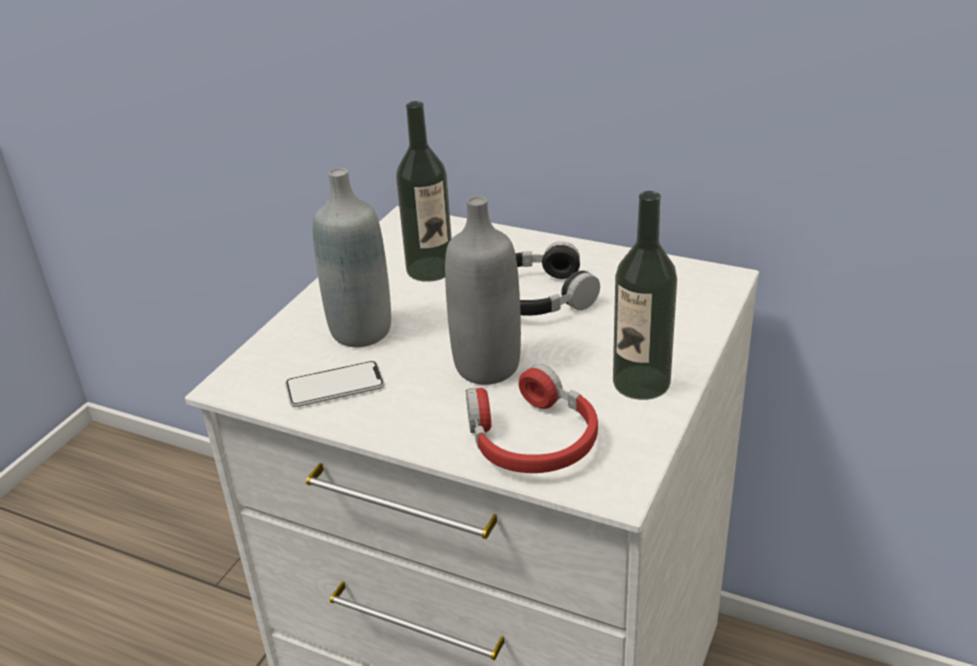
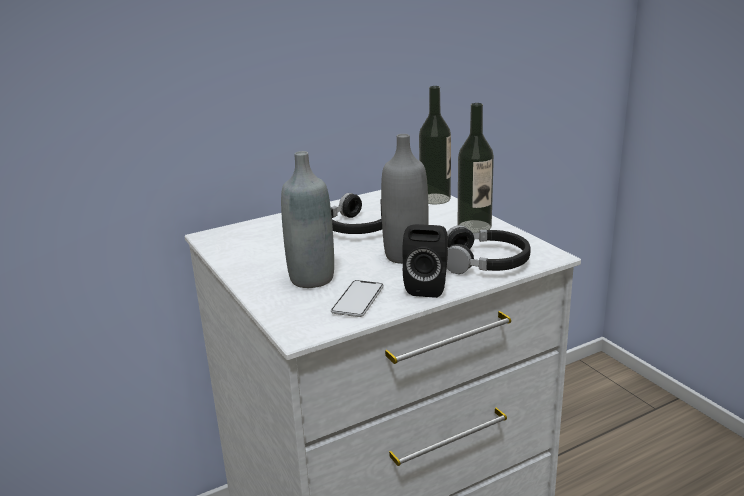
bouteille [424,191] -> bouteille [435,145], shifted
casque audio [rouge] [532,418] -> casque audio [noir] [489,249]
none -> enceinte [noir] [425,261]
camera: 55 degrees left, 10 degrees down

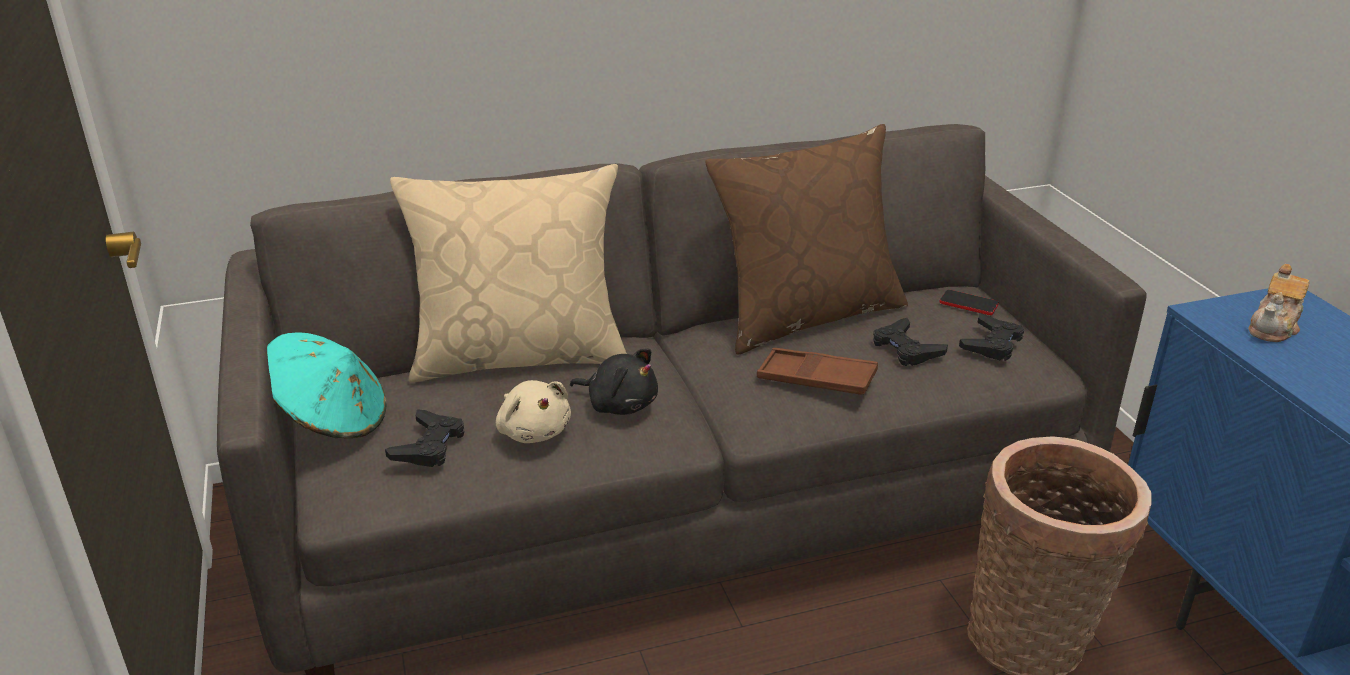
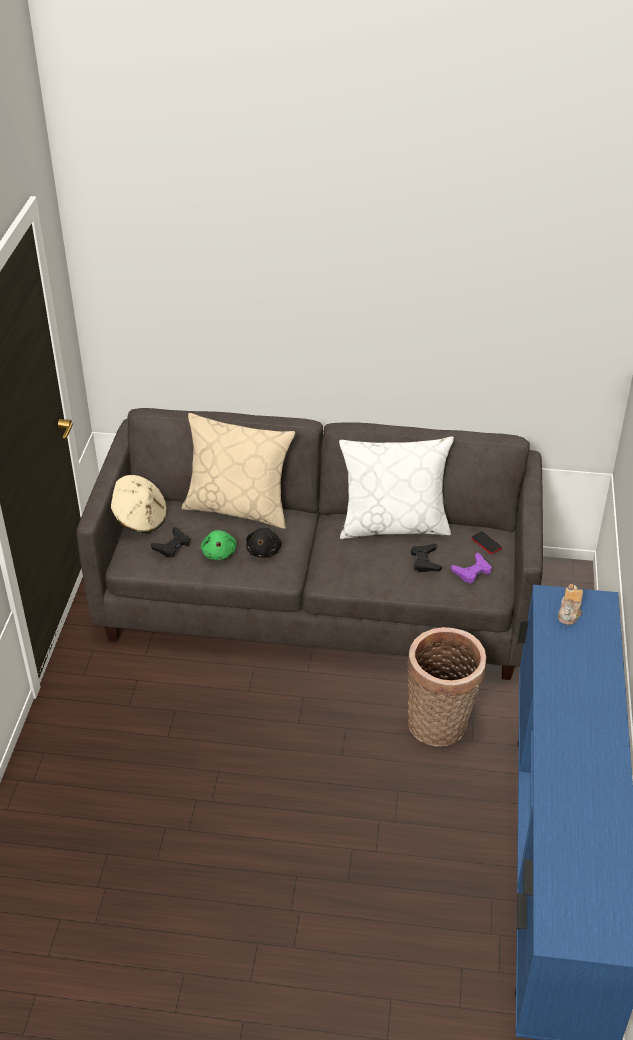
chapeau [turquoise] [327,385] -> chapeau [beige] [139,504]
peluche [beige] [533,411] -> peluche [vert] [218,545]
peluche [noir] [614,381] -> peluche [noir] [264,543], 45 degrees clockwise
coussin [marron] [806,239] -> coussin [blanc] [396,488]
plateau [marron] [817,371] -> none
manette [noir] [991,337] -> manette [violet] [471,568]
théière [1279,303] -> théière [570,604], 45 degrees counterclockwise
camera: 25 degrees right, 10 degrees up

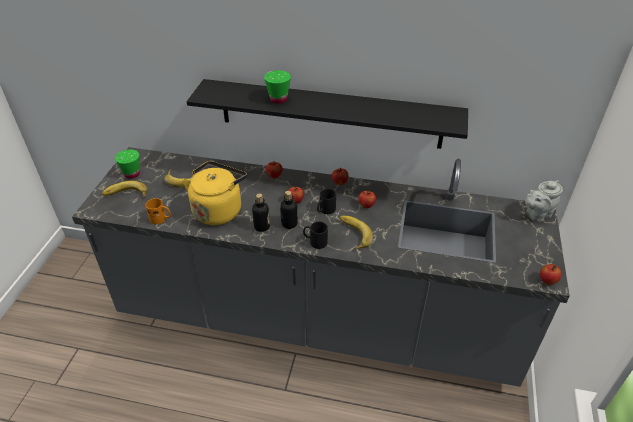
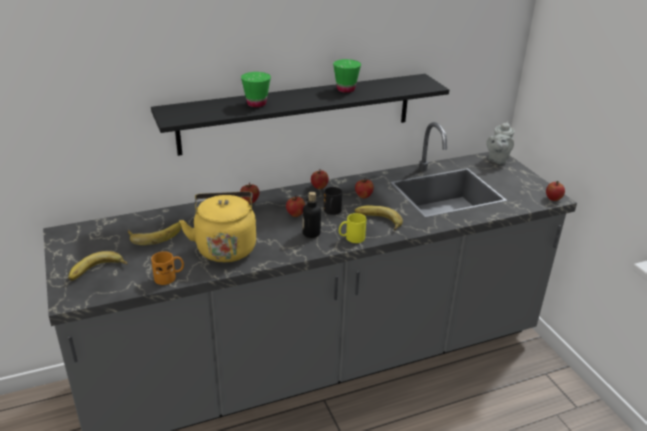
tasse [vert] [127,164] -> tasse [vert] [347,76], shifted
bouteille [261,212] -> none
mug [noir] [315,235] -> mug [jaune] [352,228]
camera: 35 degrees left, 10 degrees down

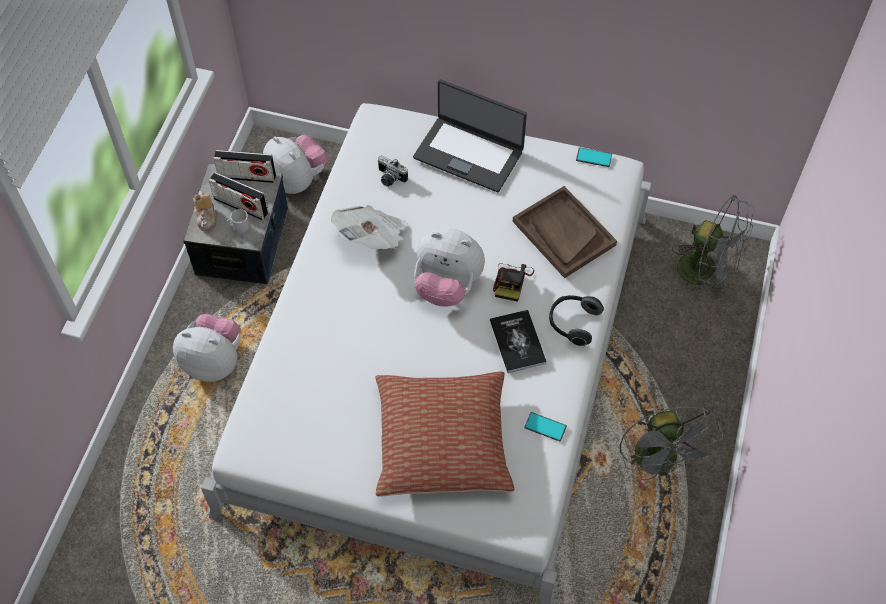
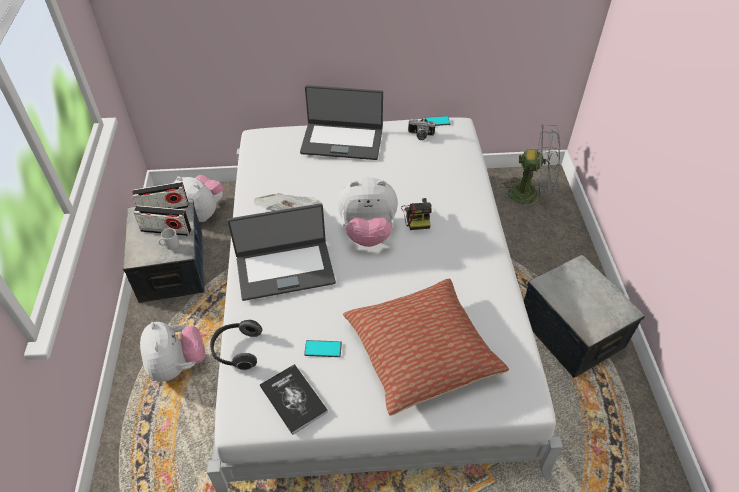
peluche [207,347] -> peluche [172,351], 75 degrees clockwise
théière [205,211] -> none
appareil photo [393,170] -> appareil photo [421,128], shifted
livre [518,341] -> livre [294,399], shifted
plateau [marron] [565,232] -> none
téléphone [545,427] -> téléphone [323,348], shifted
casque audio [576,320] -> casque audio [236,345], shifted
ventilateur [gris] [672,443] -> boîte de rangement [584,316]
none -> ordinateur portable [282,252]
camera: 20 degrees left, 10 degrees down

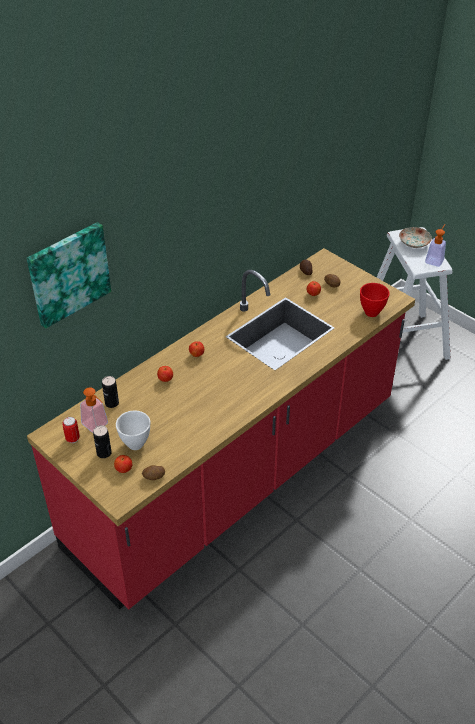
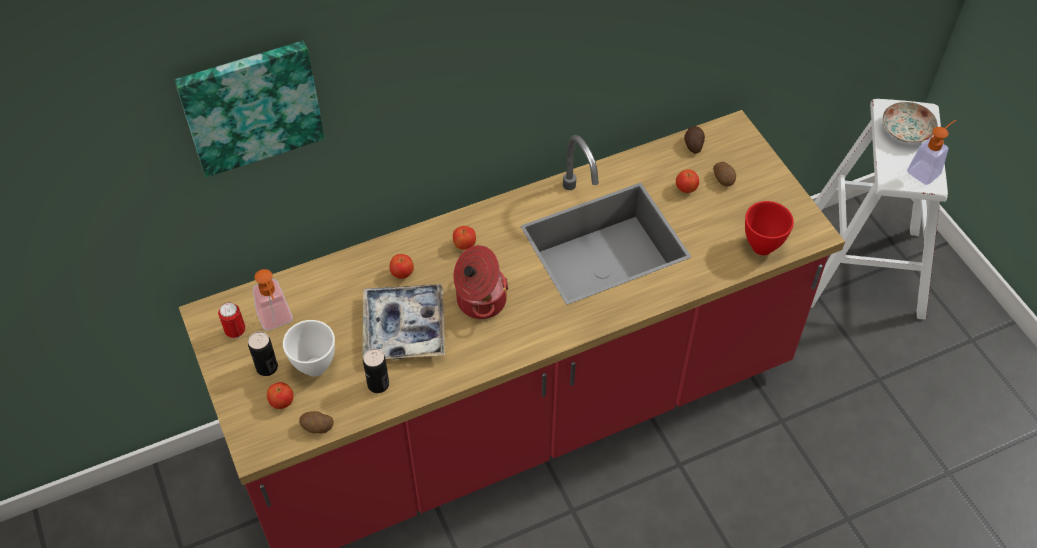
boîte métallique [110,392] -> boîte métallique [376,371], shifted
none -> plateau [404,322]
none -> marmite [481,282]
camera: 20 degrees right, 10 degrees up

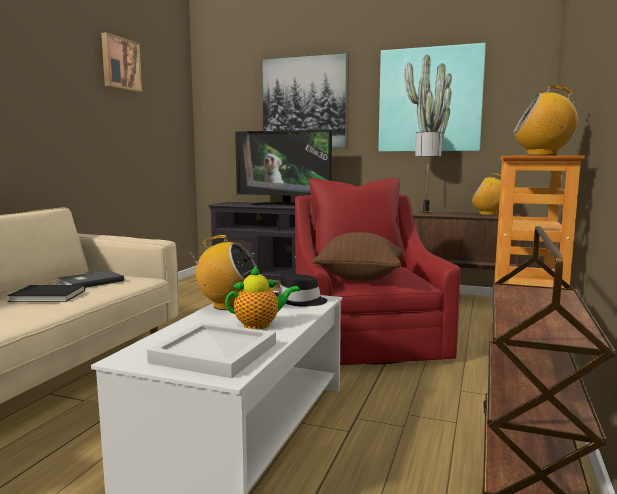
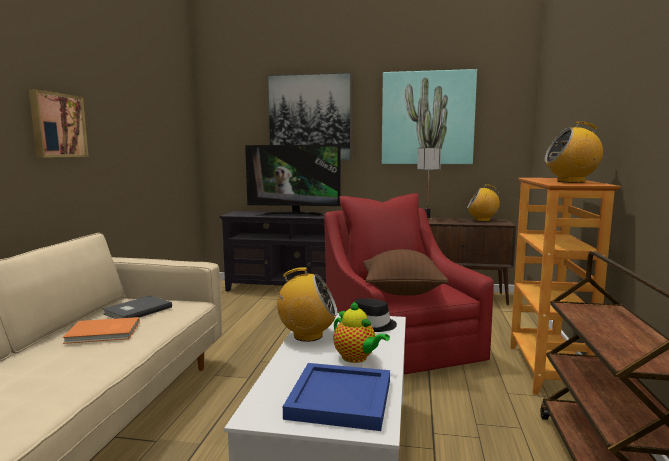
livre [noir] [46,293] -> livre [orange] [101,330]
tableau [121,62] -> tableau [59,123], shifted
plateau [blanc] [211,350] -> plateau [bleu] [336,397]
théière [262,297] -> théière [362,332], 75 degrees clockwise
camera: 10 degrees left, 0 degrees up

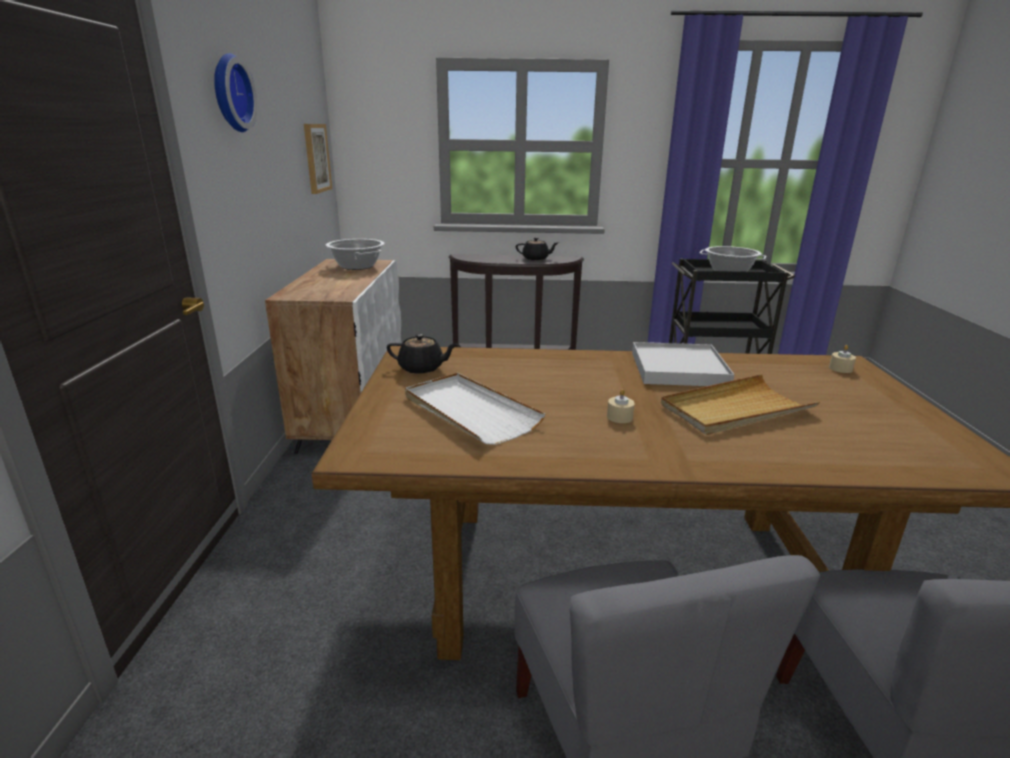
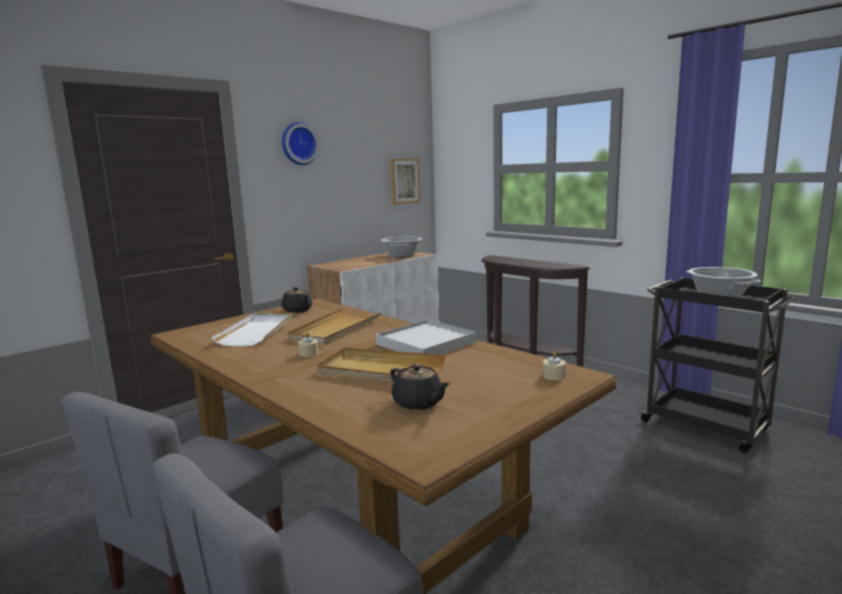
théière [noir] [537,249] -> théière [noir] [420,387], shifted
none -> plateau [beige] [334,326]
camera: 45 degrees right, 10 degrees down

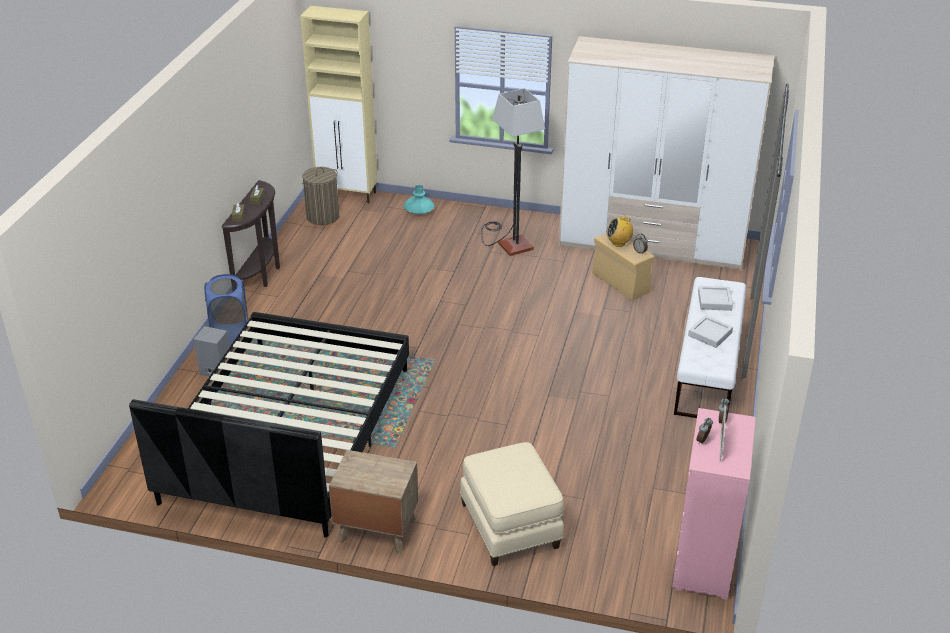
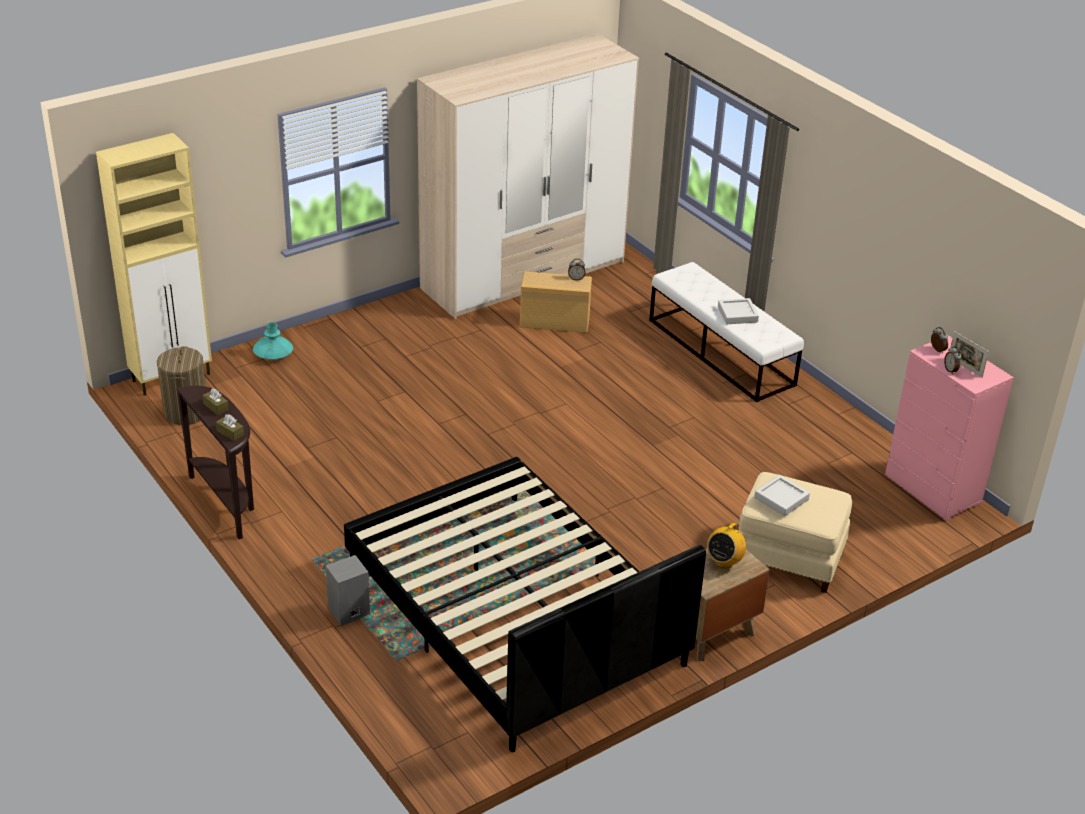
panier à linge [bleu] [226,310] -> none
lampadaire [513,172] -> none
radio [619,231] -> radio [726,543], shifted
plateau [gris] [715,298] -> plateau [gris] [782,495], shifted
camera: 50 degrees left, 0 degrees up

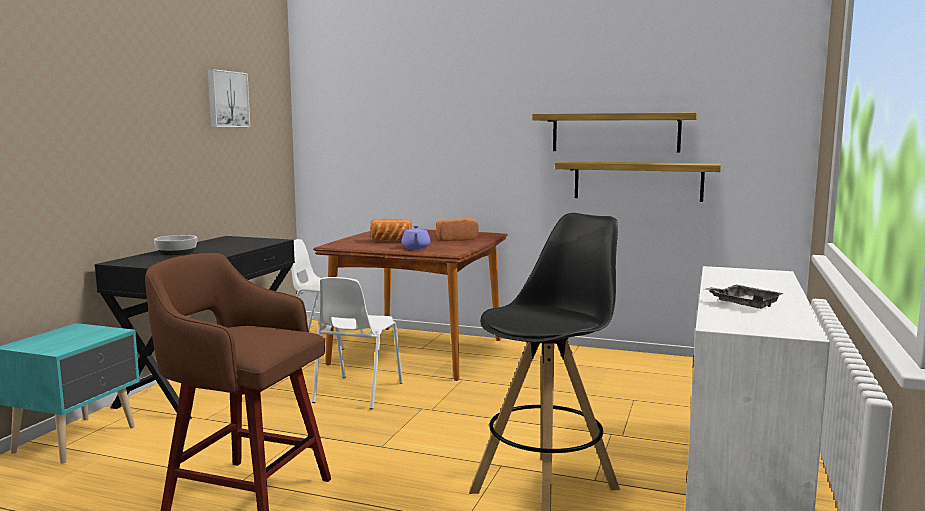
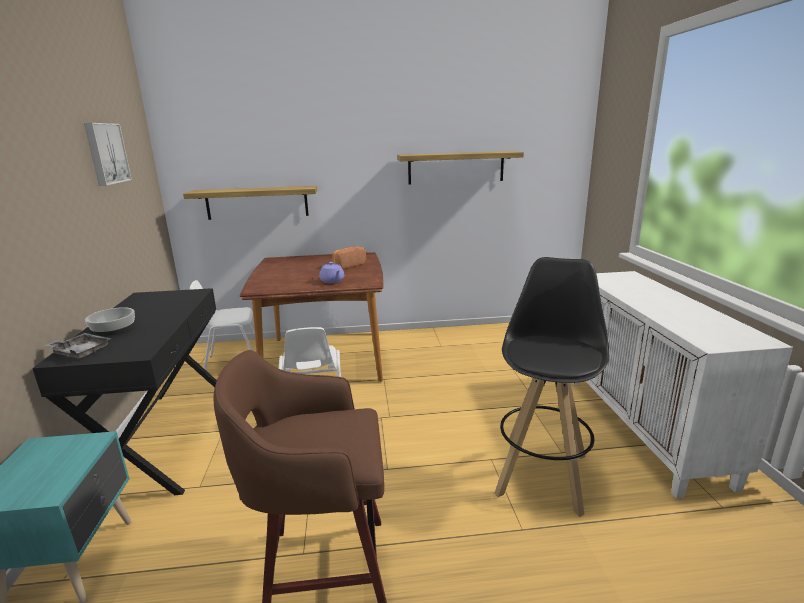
pain [391,230] -> none
étagère [638,181] -> étagère [250,203], shifted
plateau [gris] [744,296] -> plateau [gris] [78,346], shifted
camera: 25 degrees left, 10 degrees up

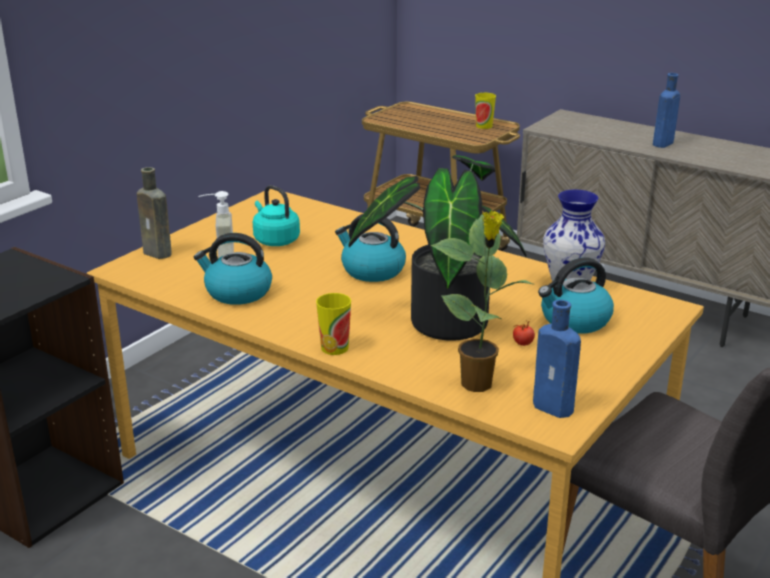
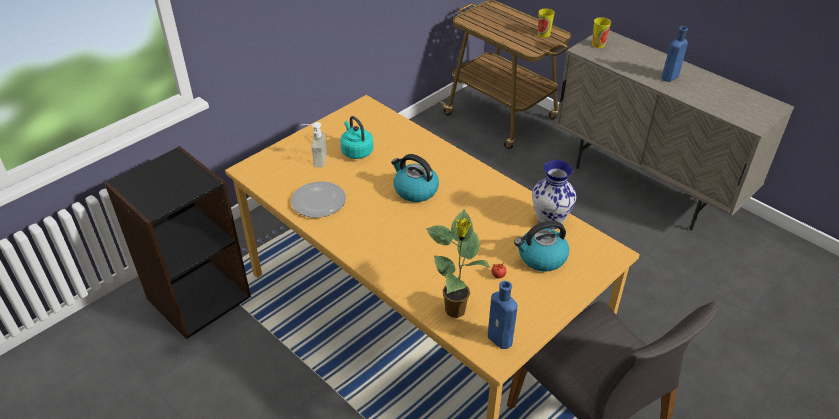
bouteille [marron] [154,213] -> none
bouilloire [233,269] -> assiette [318,199]
tasse [333,324] -> tasse [601,32], shifted
plante en pot [438,248] -> none
camera: 10 degrees right, 15 degrees up

